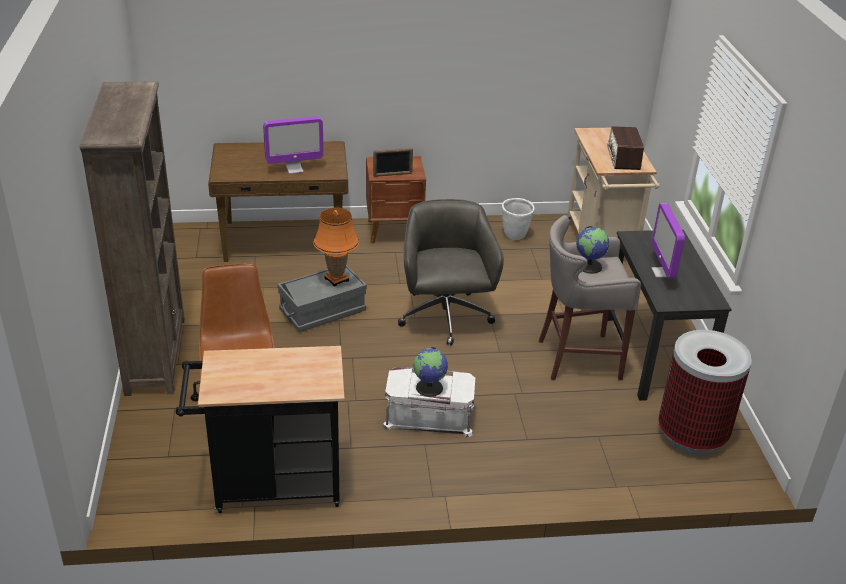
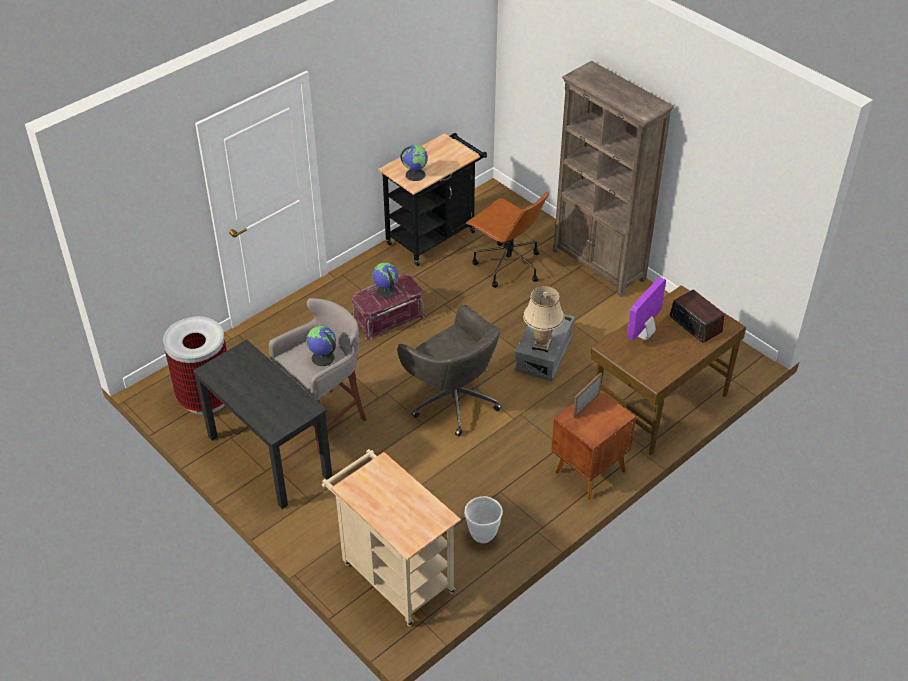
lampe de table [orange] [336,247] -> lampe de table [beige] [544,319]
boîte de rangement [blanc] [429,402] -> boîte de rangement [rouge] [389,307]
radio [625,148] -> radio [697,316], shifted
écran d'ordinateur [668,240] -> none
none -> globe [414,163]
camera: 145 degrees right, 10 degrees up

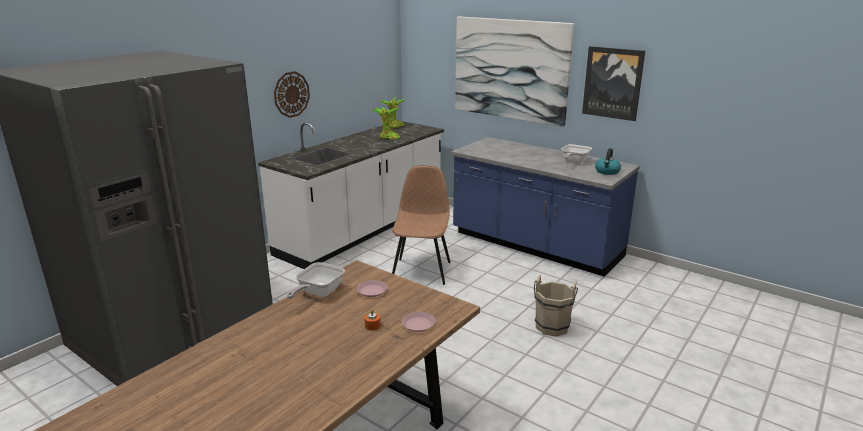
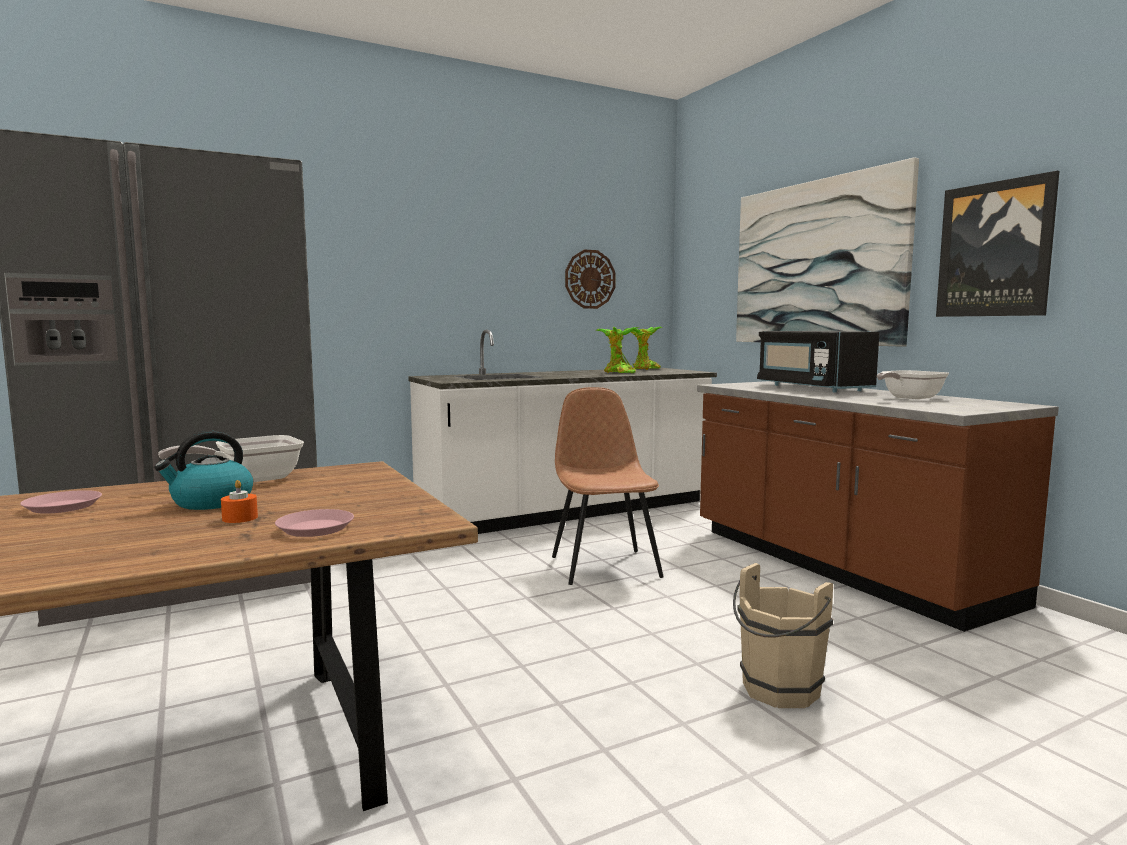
horloge murale [292,94] -> horloge murale [590,279], shifted
assiette [rose] [372,288] -> assiette [rose] [61,502], shifted
chaise [marron] [421,225] -> chaise [marron] [608,486], 45 degrees counterclockwise
comptoir de cuisine [bleu] [545,207] -> comptoir de cuisine [marron] [878,506]
bouilloire [608,161] -> bouilloire [203,470], shifted
none -> micro-ondes [noir] [818,362]
camera: 25 degrees right, 15 degrees down

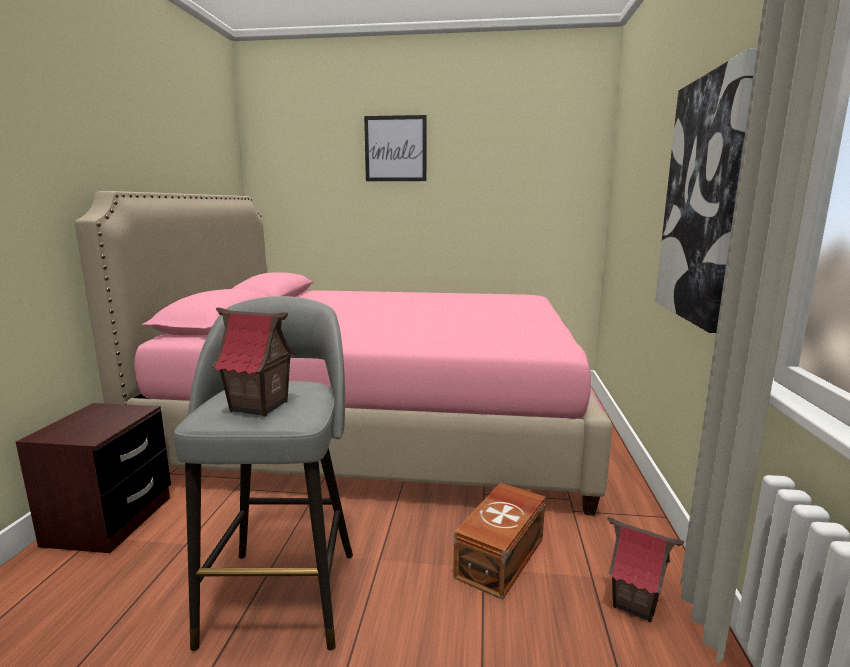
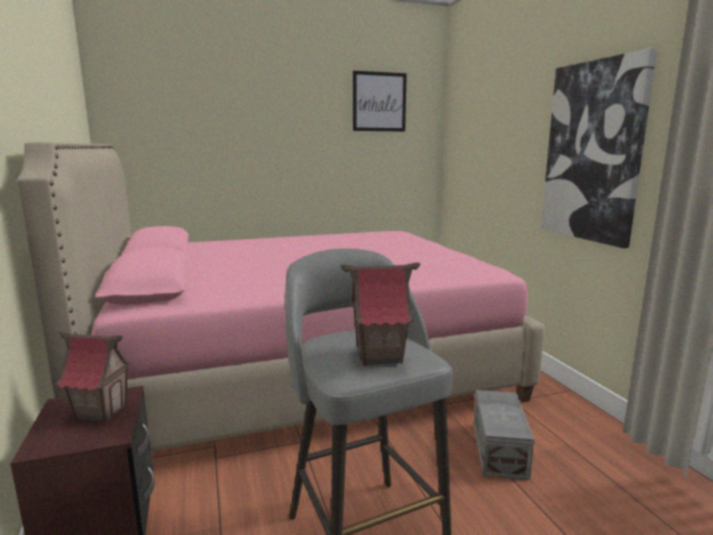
tableau [395,148] -> tableau [380,101], shifted
boîte de rangement [marron] [499,541] -> boîte de rangement [gris] [504,435]
maison miniature [645,569] -> maison miniature [94,377], shifted
camera: 25 degrees left, 0 degrees up

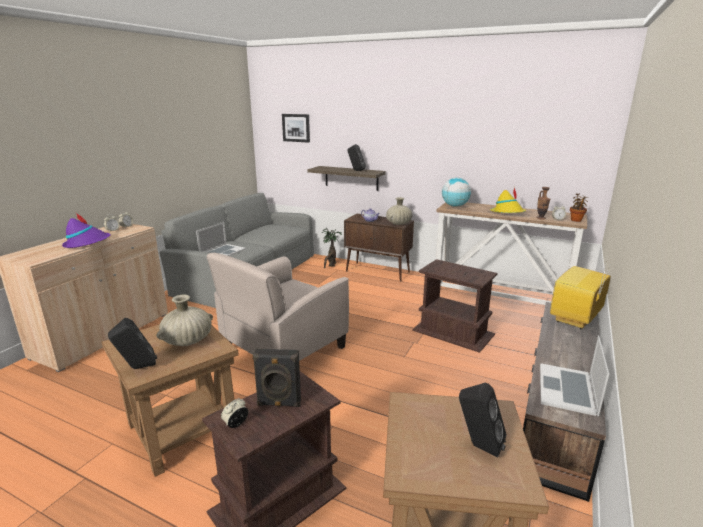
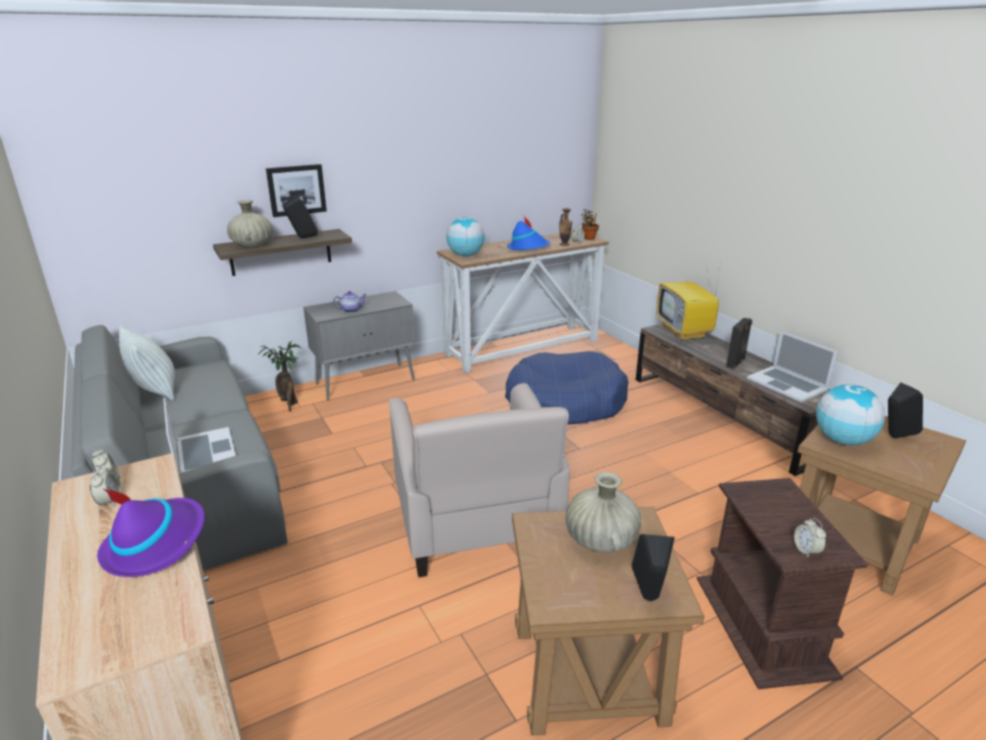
enceinte [noir] [276,378] -> enceinte [noir] [739,343], shifted
tableau [296,128] -> tableau [296,190], shifted
meuble de rangement [marron] [379,248] -> meuble de rangement [gris] [359,346]
vase [beige] [399,211] -> vase [beige] [250,223], shifted
table d'appoint [marron] [454,306] -> panier pour chien [bleu] [567,388]
chapeau [jaune] [508,200] -> chapeau [bleu] [528,233]
none -> coussin [147,363]
none -> globe [850,414]
camera: 55 degrees left, 5 degrees up

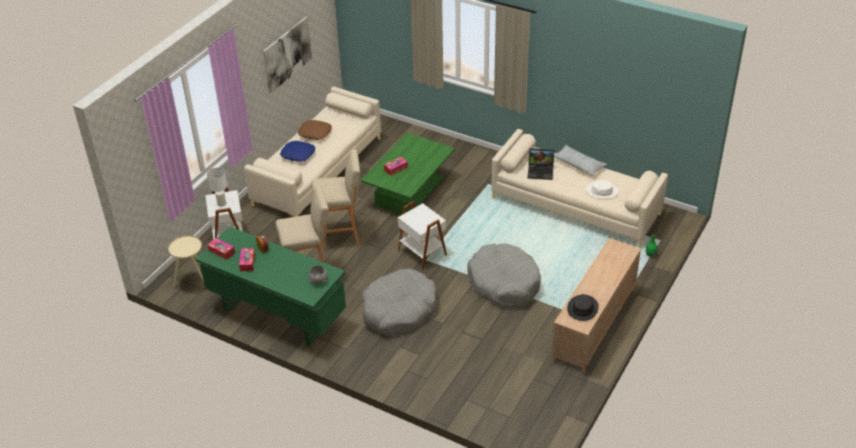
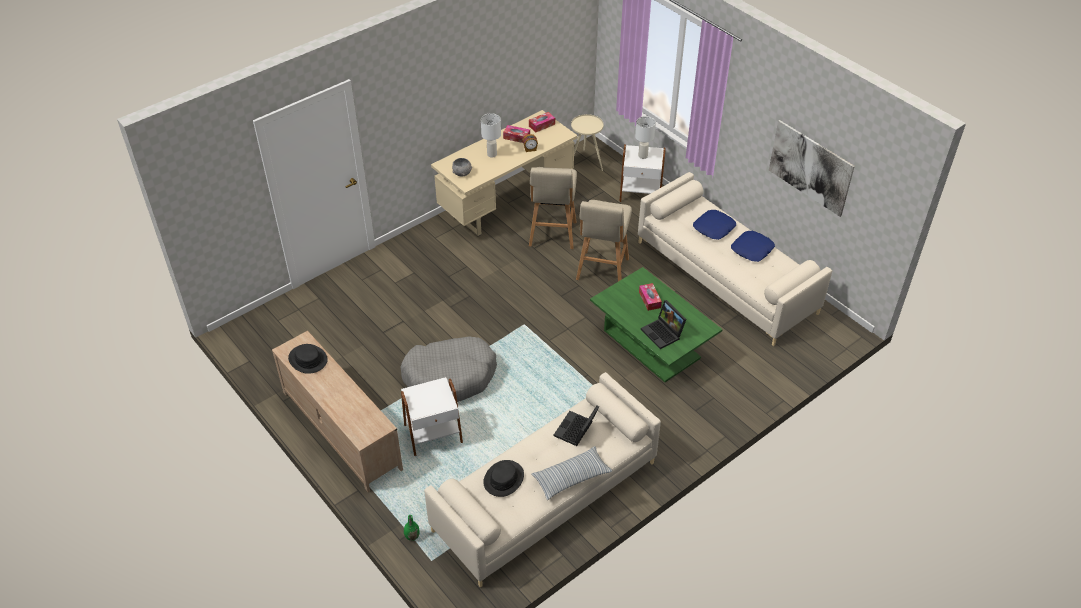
bureau [vert] [270,286] -> bureau [beige] [504,173]
coussin [marron] [315,130] -> coussin [bleu] [753,246]
panier pour chien [gris] [399,302] -> none
table d'appoint [blanc] [422,235] -> table d'appoint [blanc] [432,416], shifted
chapeau [blanc] [602,189] -> chapeau [noir] [503,478]
none -> lampe de table [blanc] [491,135]
none -> ordinateur portable [664,324]
camera: 110 degrees right, 5 degrees up

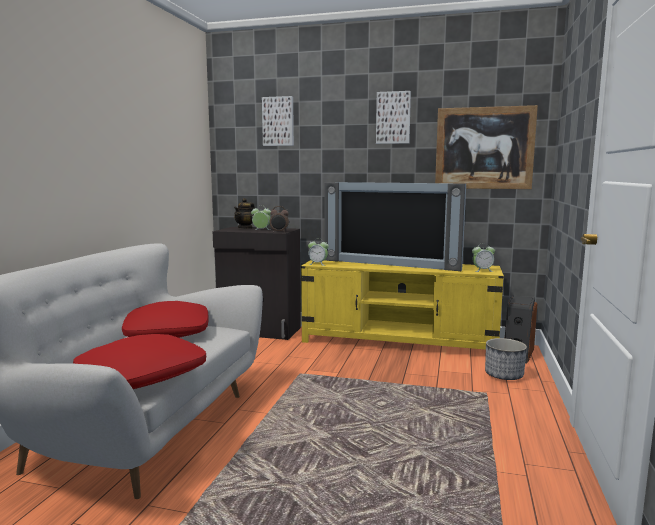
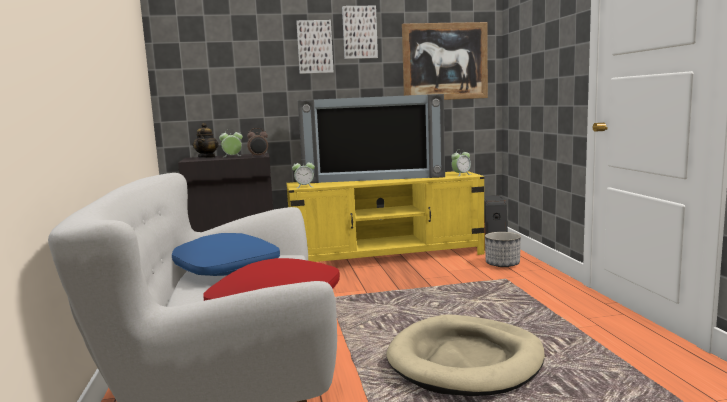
coussin [rouge] [165,319] -> coussin [bleu] [226,254]
tableau [278,121] -> tableau [314,47], shifted
none -> panier pour chien [beige] [466,355]
camera: 25 degrees left, 0 degrees up

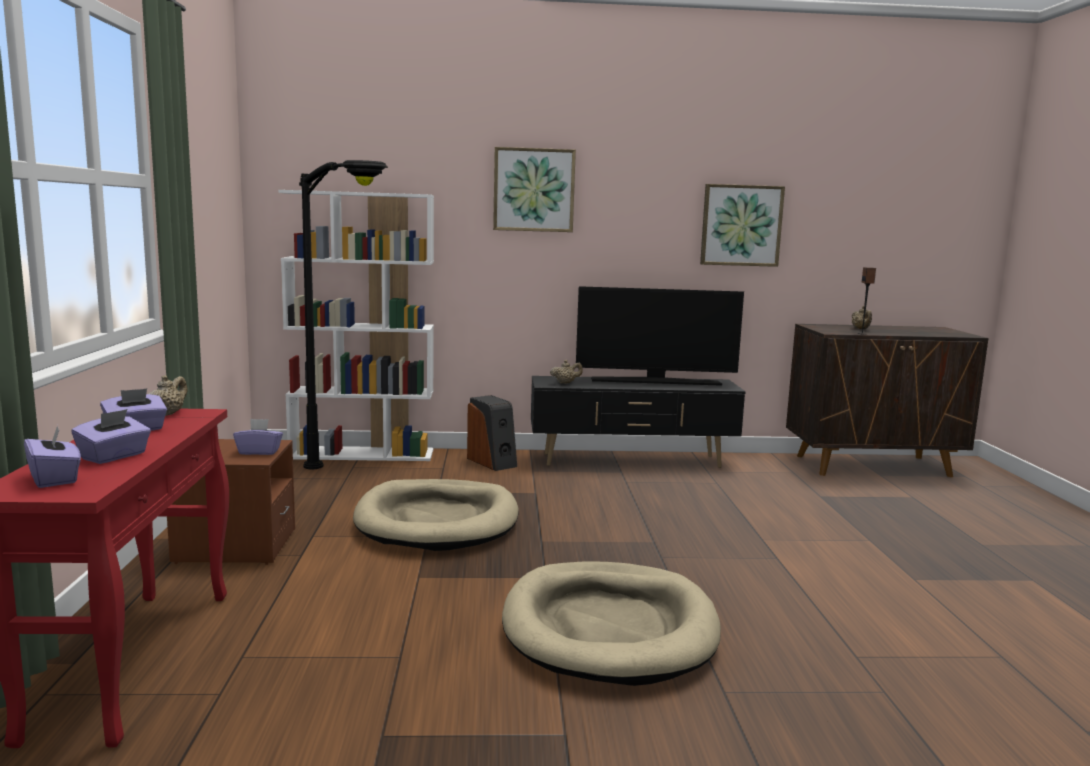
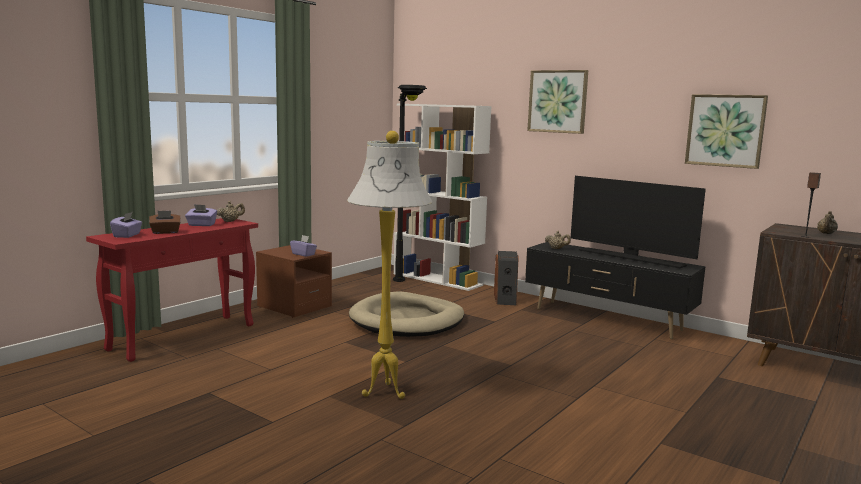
boîte à mouchoirs [violet] [111,436] -> boîte à mouchoirs [marron] [165,222]
panier pour chien [beige] [611,623] -> lampadaire [blanc] [389,265]
camera: 40 degrees right, 0 degrees up

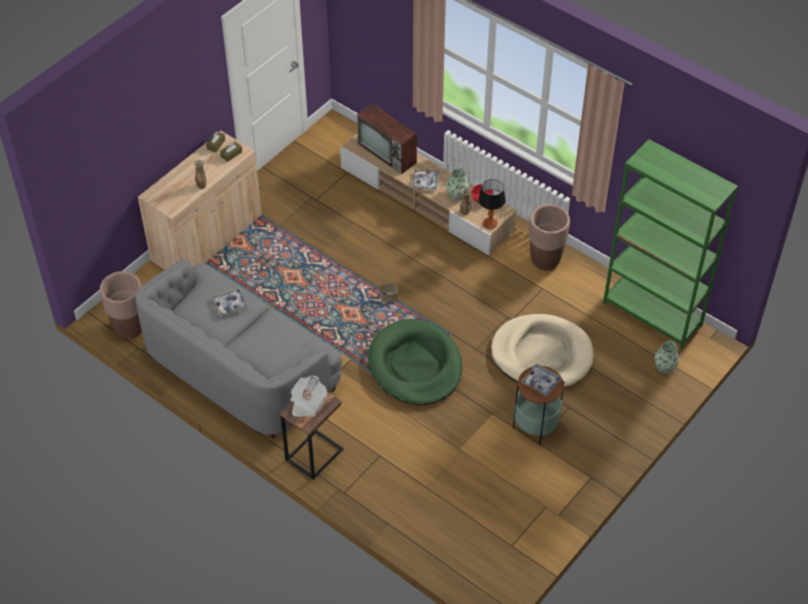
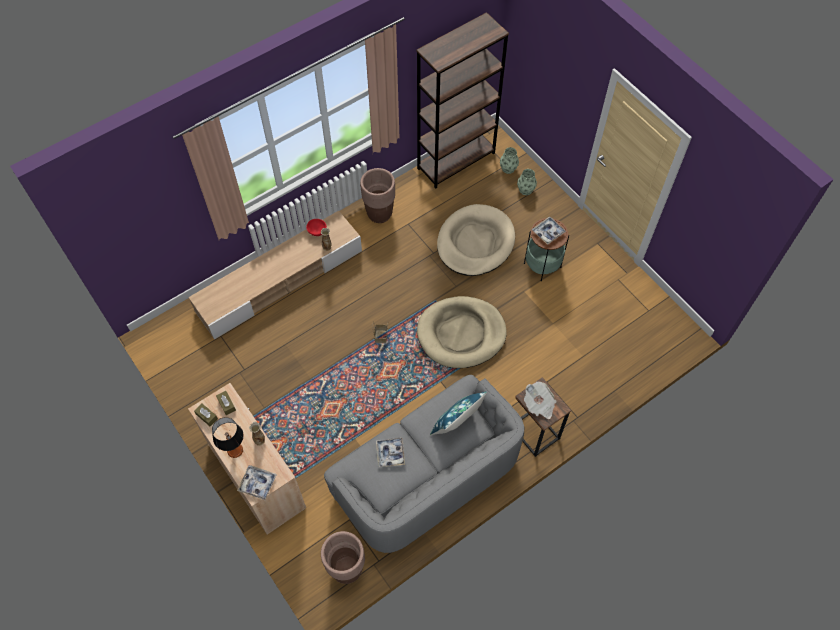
téléviseur [387,139] -> none
panier pour chien [vert] [415,362] -> panier pour chien [beige] [462,332]
plateau [425,179] -> plateau [257,482], shifted
vase [457,184] -> vase [527,182], shifted
lampe de table [492,204] -> lampe de table [228,437], shifted
bibliothèque [vert] [670,244] -> bibliothèque [marron] [462,100]
none -> coussin [bleu] [458,413]
camera: 75 degrees left, 10 degrees up

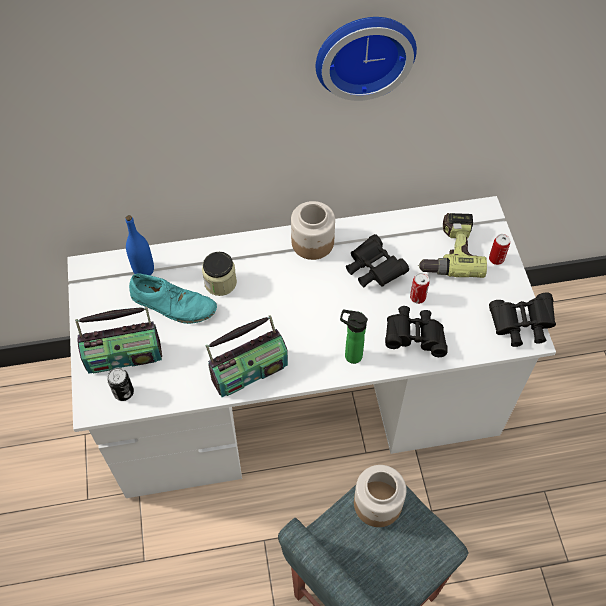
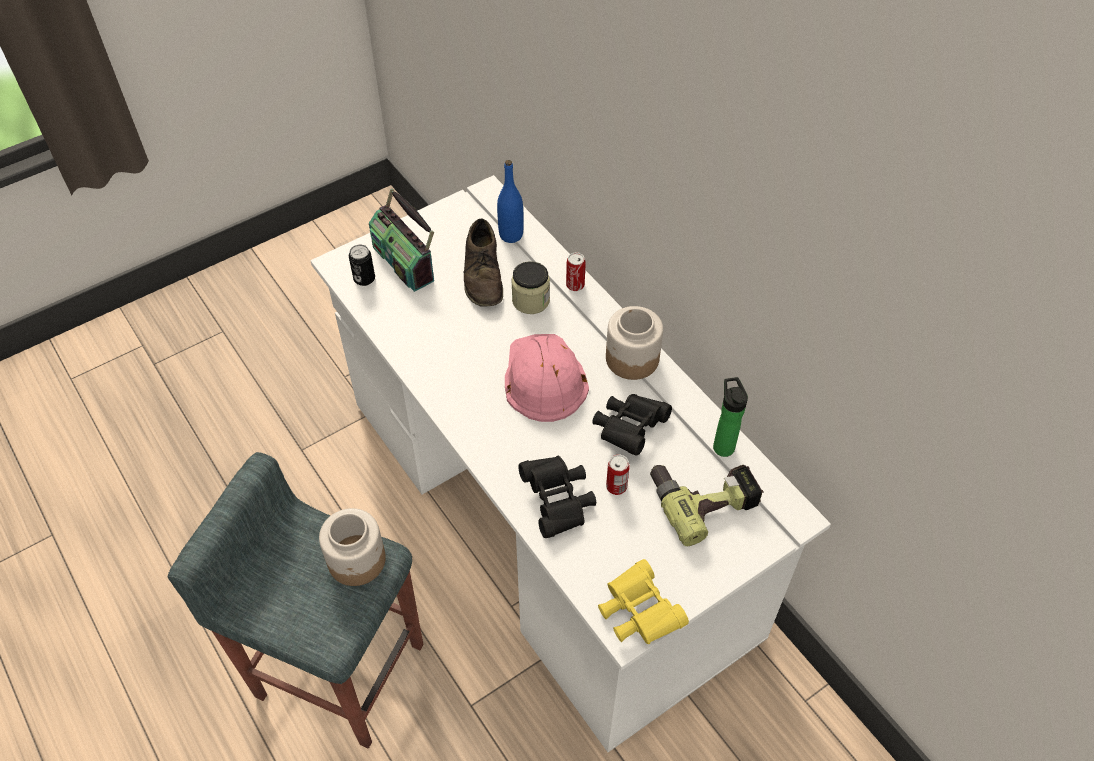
chaussure [turquoise] [173,298] -> chaussure [marron] [483,262]
radio [246,356] -> none
horloge murale [366,59] -> none
bouteille [354,337] -> bouteille [730,417], shifted
boîte métallique [499,249] -> boîte métallique [576,271], shifted
jumelles [noir] [522,319] -> jumelles [jaune] [643,602]
none -> casque de chantier [rose] [547,378]
camera: 65 degrees right, 5 degrees down

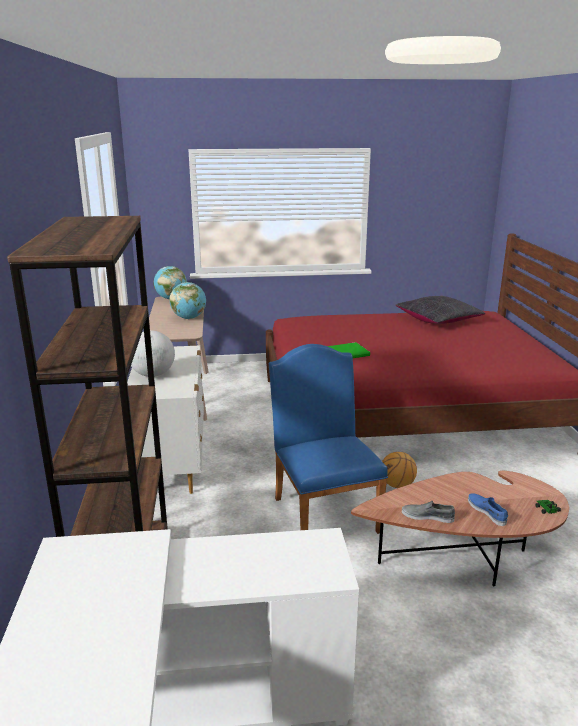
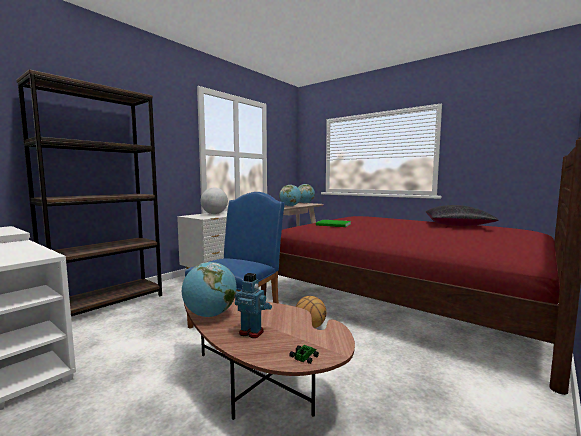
chaussure [gris] [428,512] -> globe [209,289]
chaussure [bleu] [488,509] -> robot jouet [253,305]
camera: 45 degrees right, 15 degrees down

